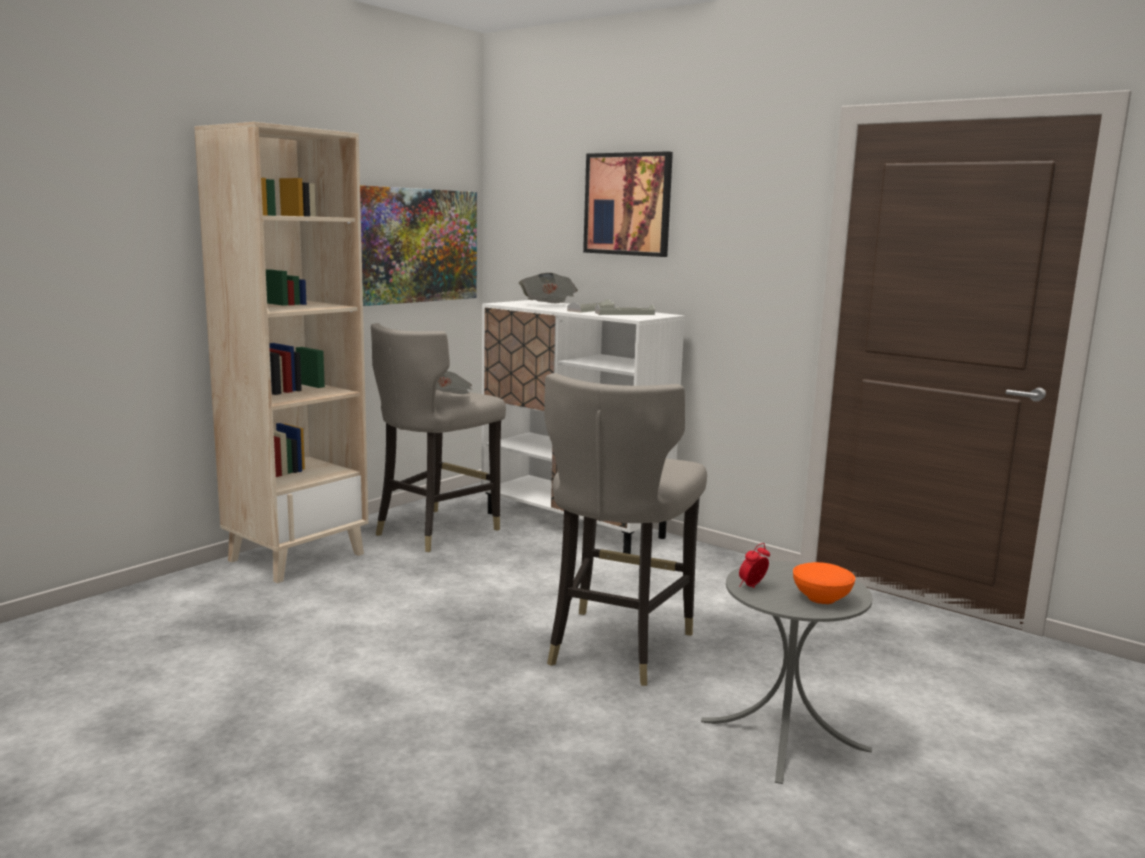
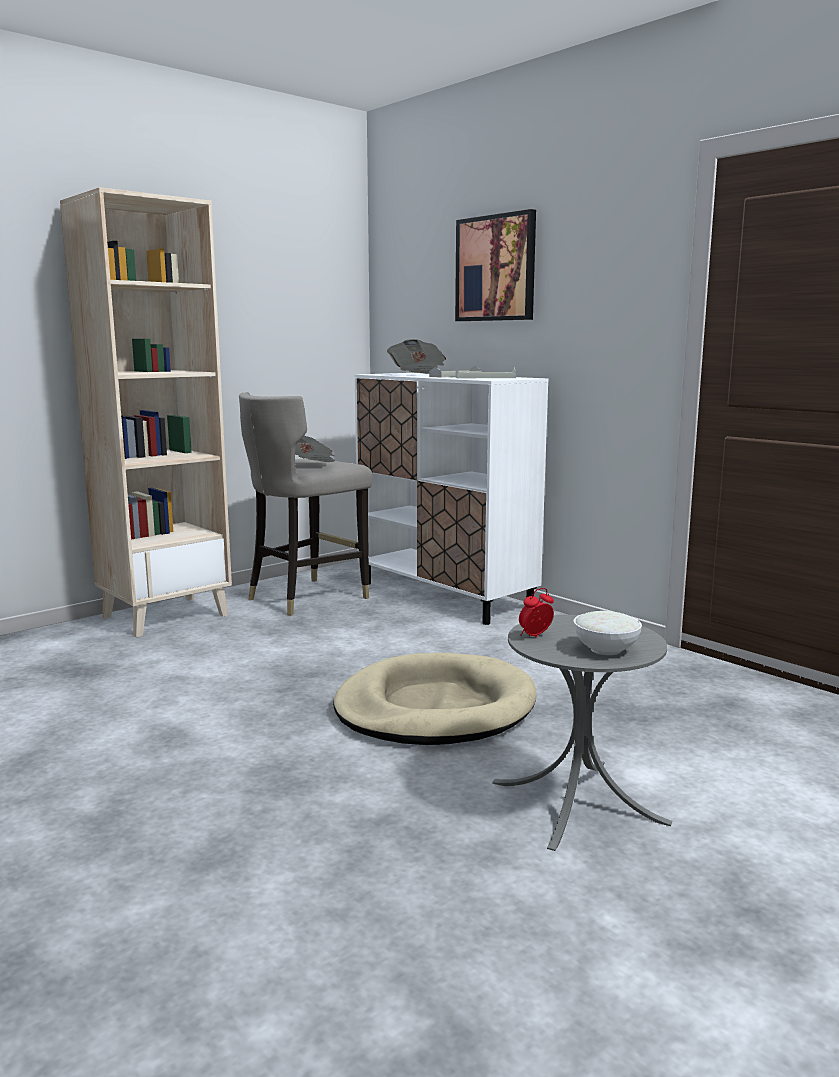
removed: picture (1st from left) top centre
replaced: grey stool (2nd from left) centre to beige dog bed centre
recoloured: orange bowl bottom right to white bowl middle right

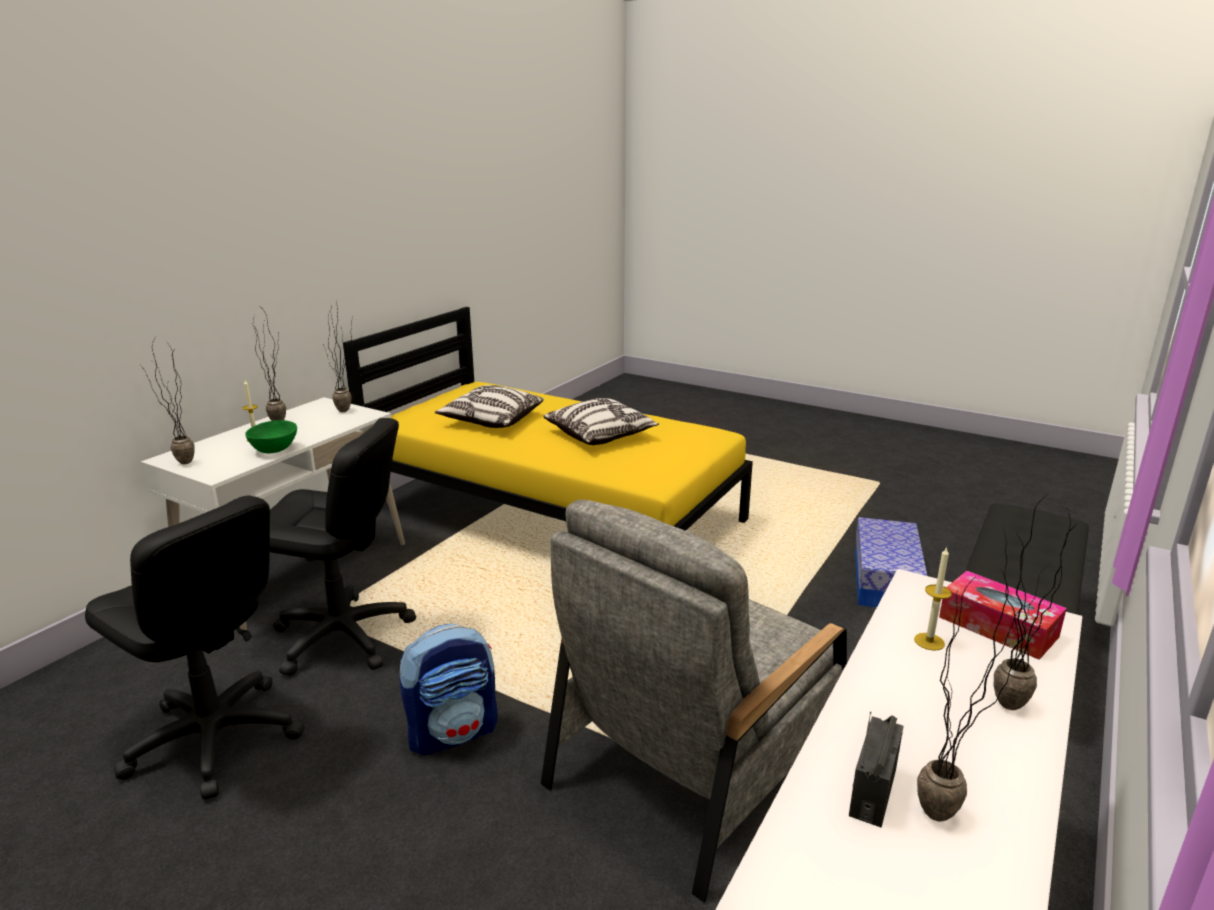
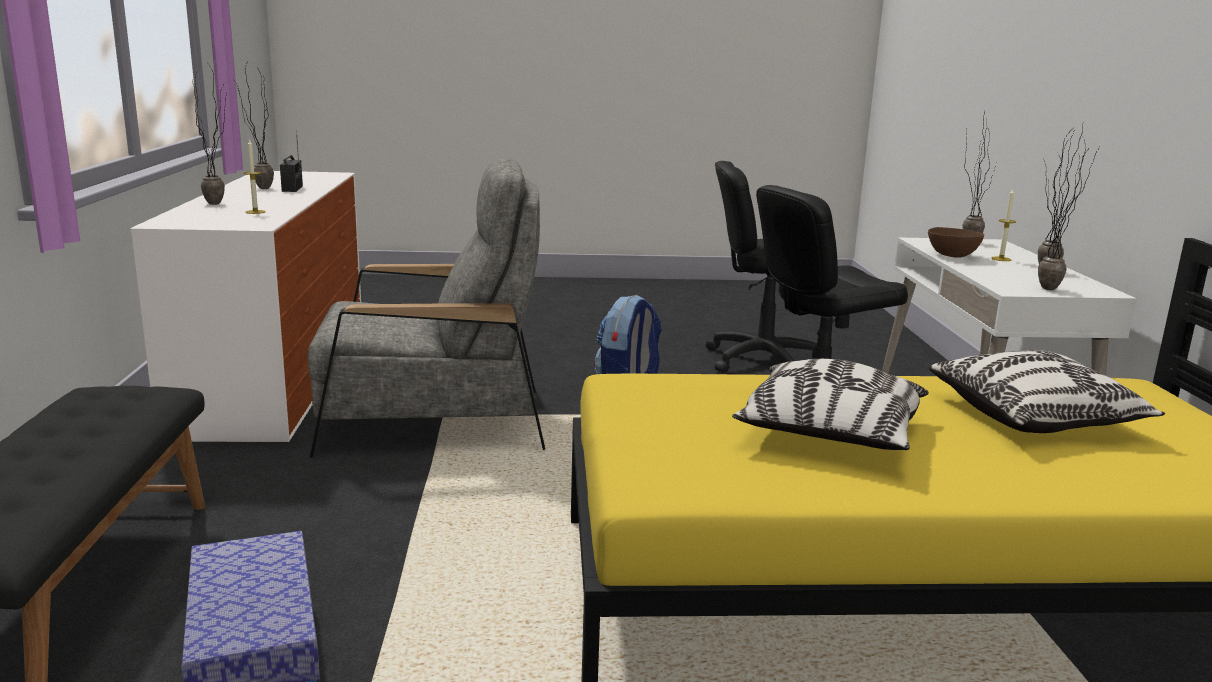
removed: tissue box bottom right
recoloured: green bowl middle left to brown bowl middle right
turned: grey armchair bottom centre = centre 75 degrees clockwise

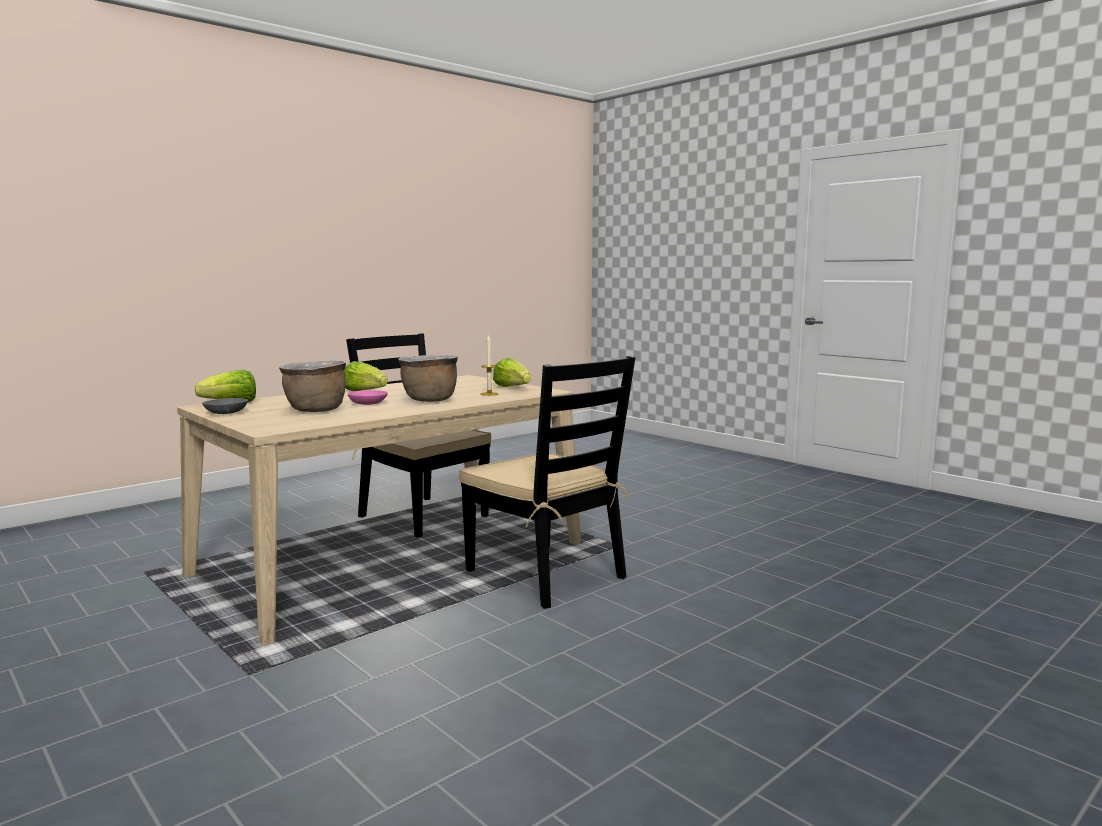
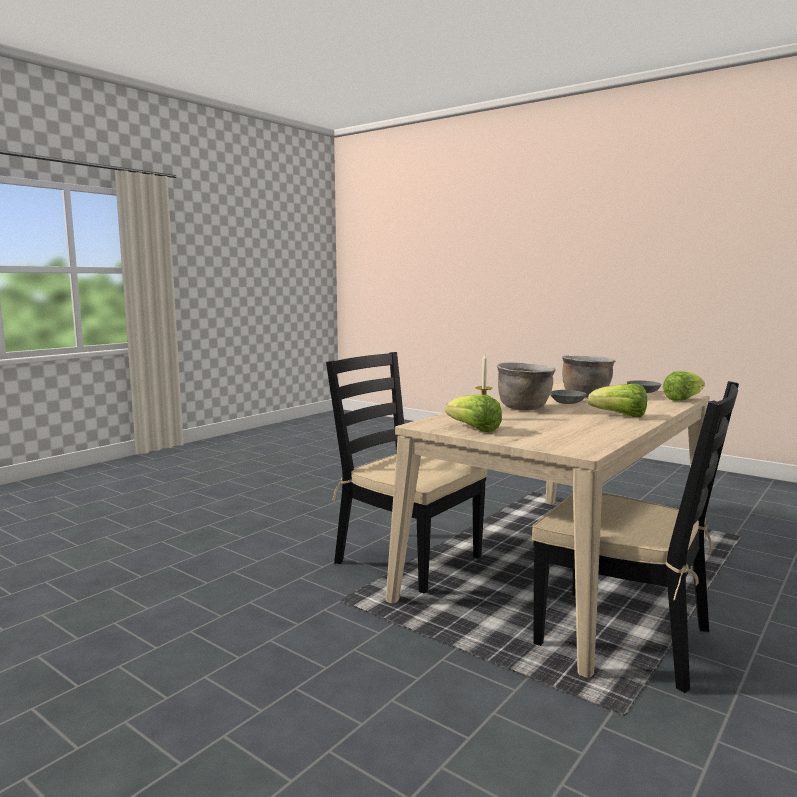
recoloured: pink bowl middle left to grey bowl (1st from left) middle right

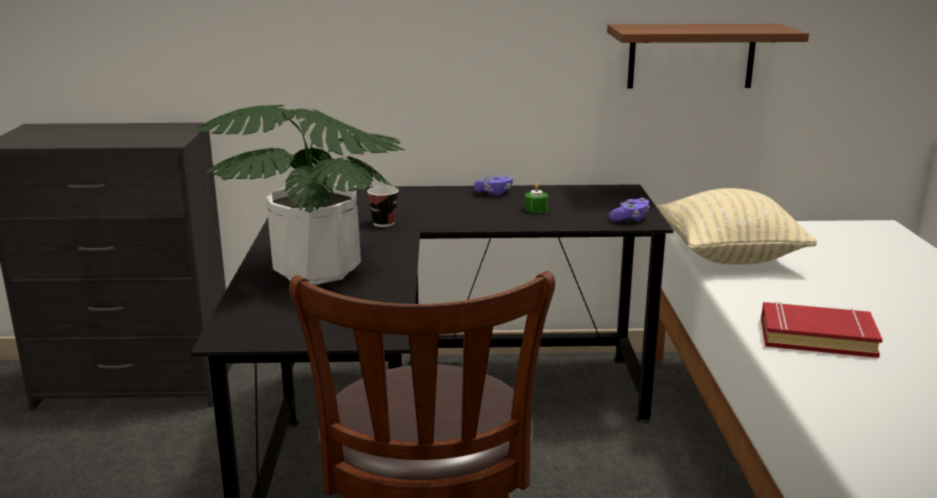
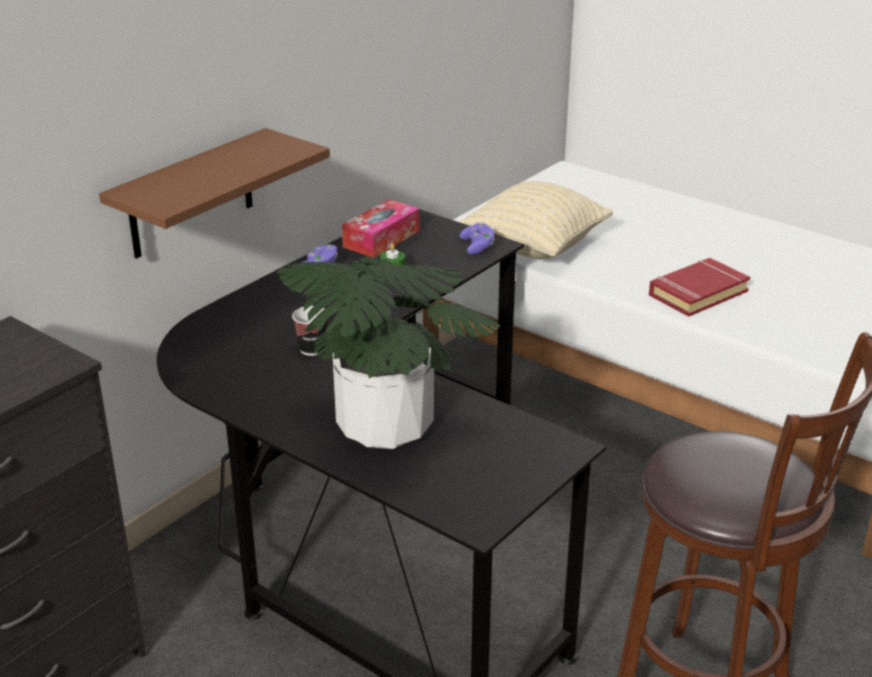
added: tissue box centre
moved: brown shelf top right to top left

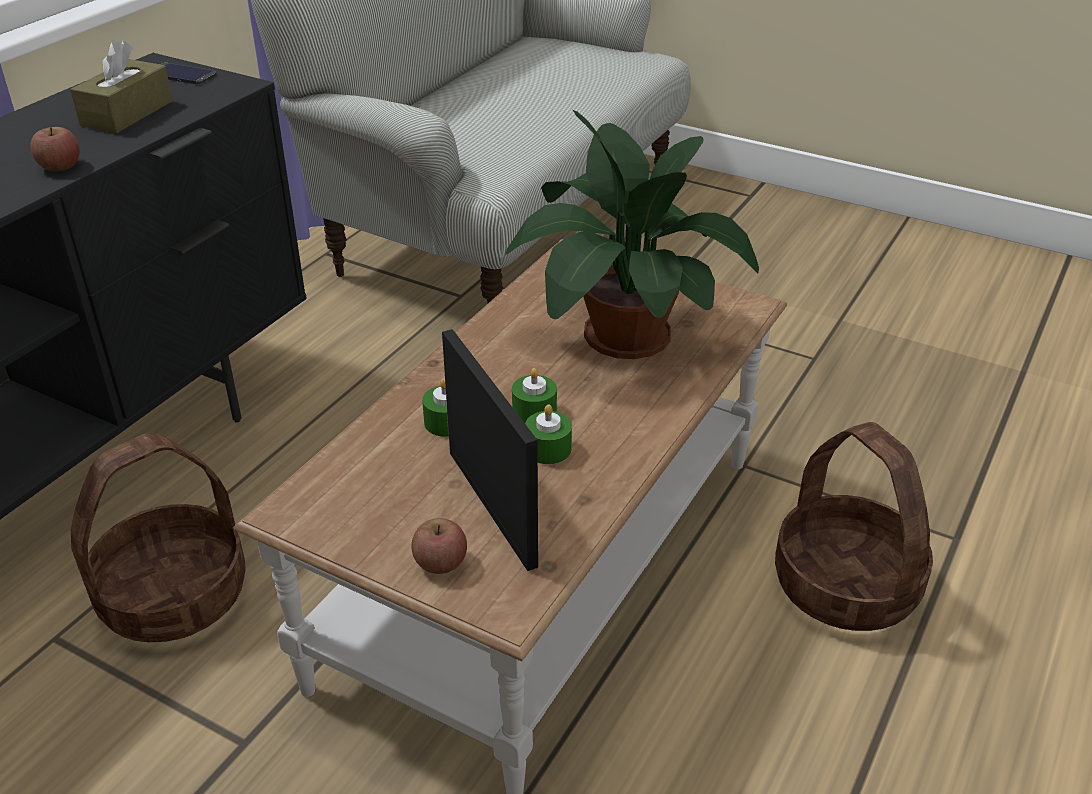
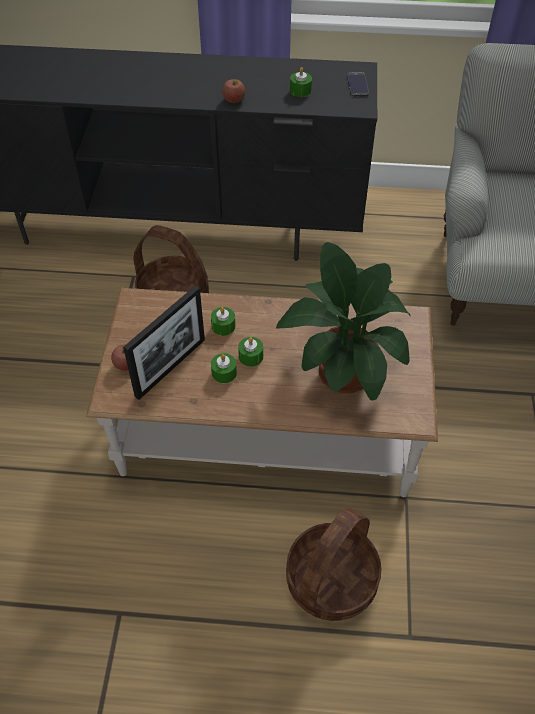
replaced: brown tissue box top left to green candle (4th from left) top centre

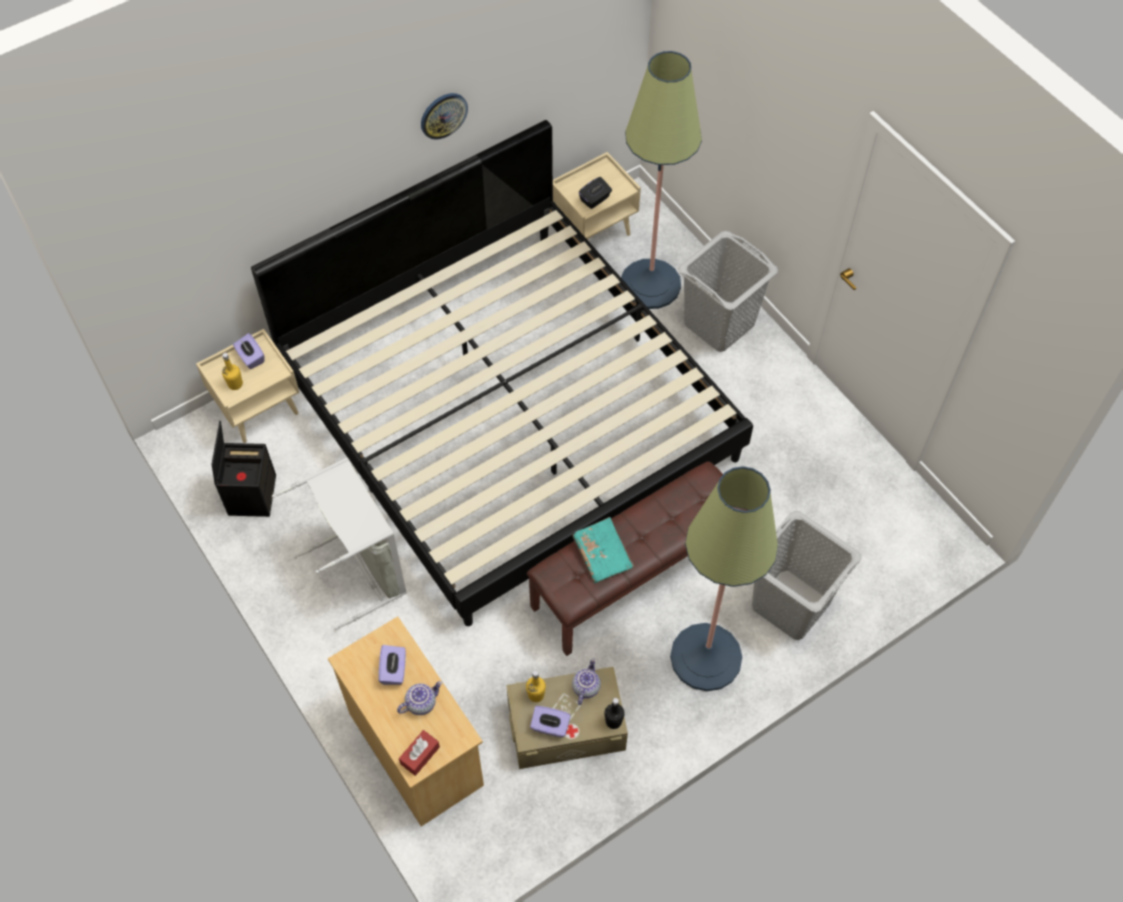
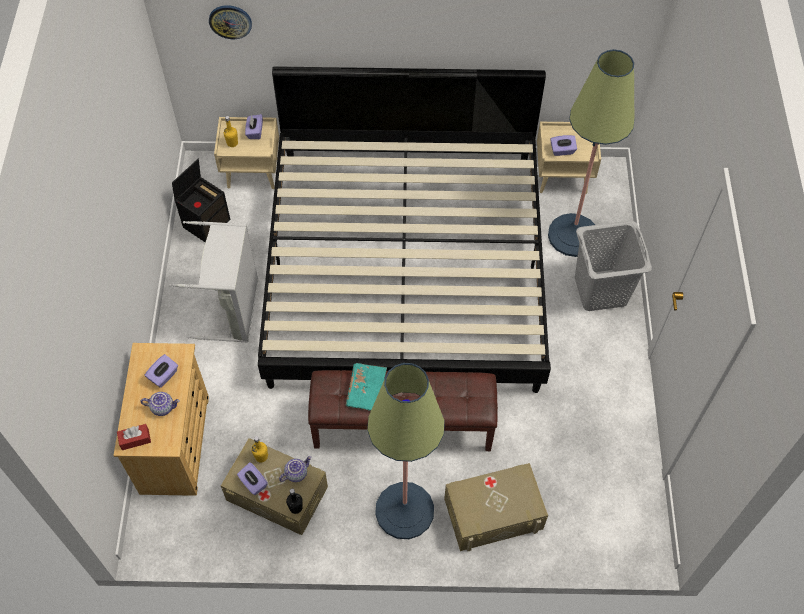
moved: wall clock top centre to top left
replaced: grey laundry basket (3rd from left) middle right to beige storage box (2nd from left) bottom centre
recoloured: black tissue box top centre to purple tissue box (4th from left) top right

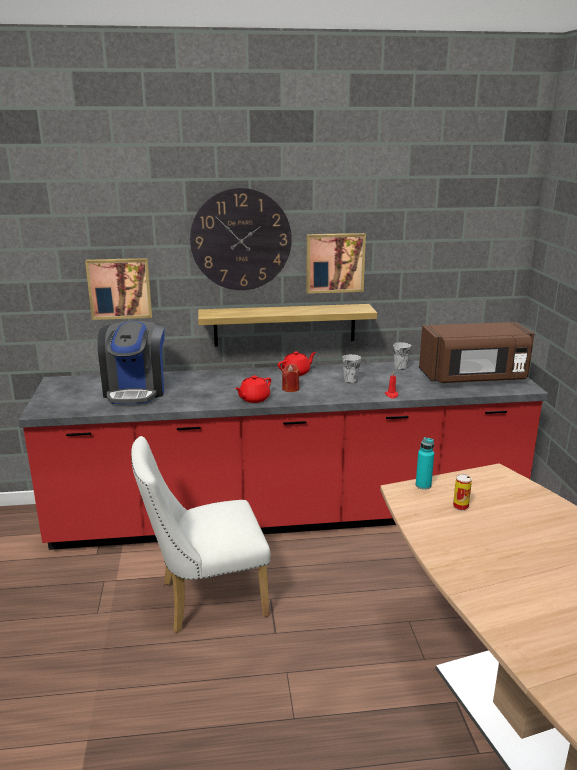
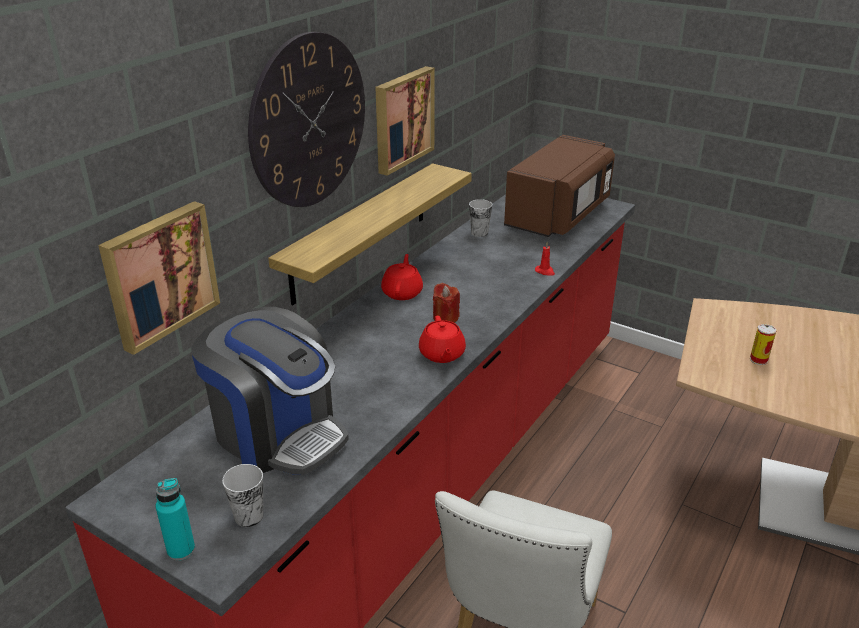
moved: cup (1st from left) centre to bottom left; turquoise bottle middle right to bottom left

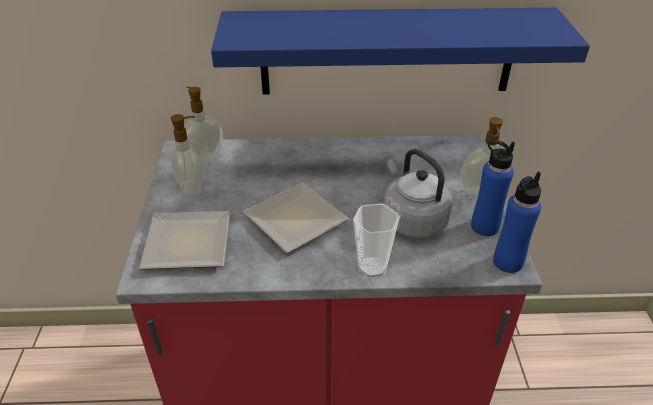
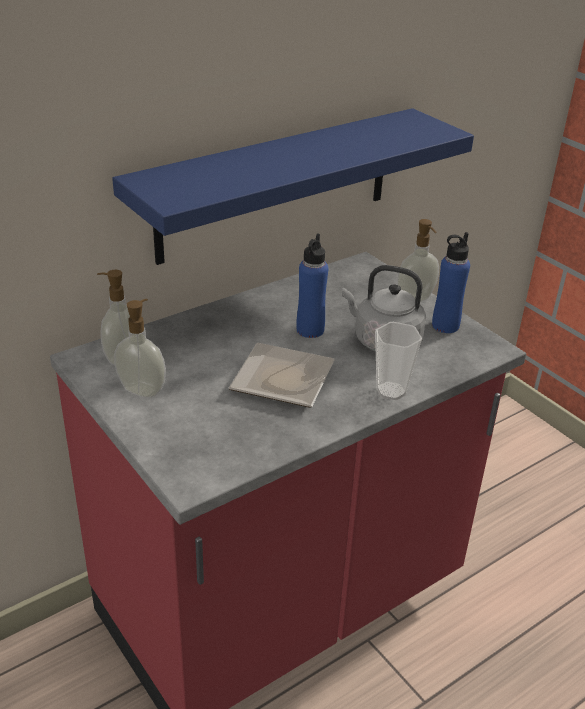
removed: plate (1st from left) middle left
moved: blue bottle (2nd from left in the first image) middle right to blue bottle (1st from left) centre

